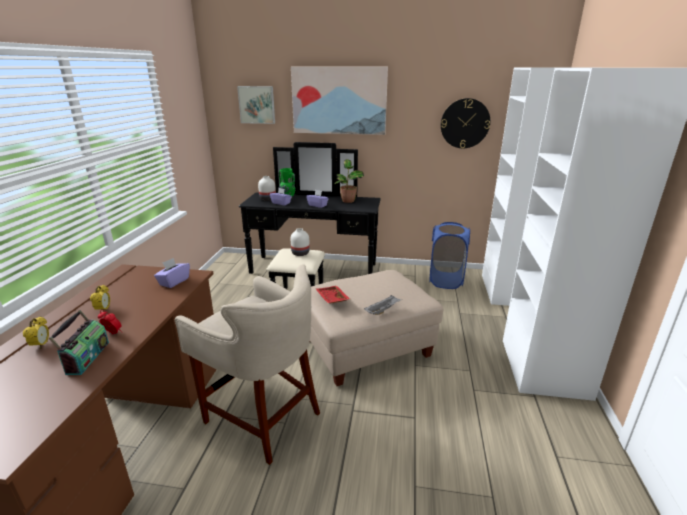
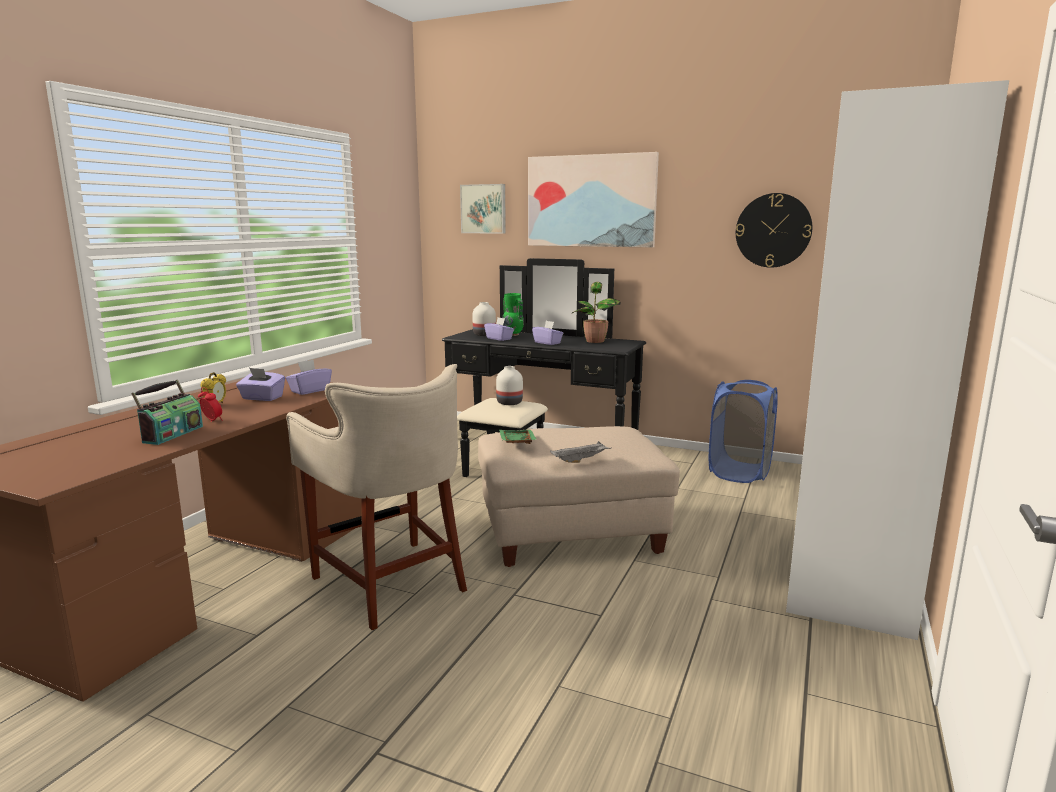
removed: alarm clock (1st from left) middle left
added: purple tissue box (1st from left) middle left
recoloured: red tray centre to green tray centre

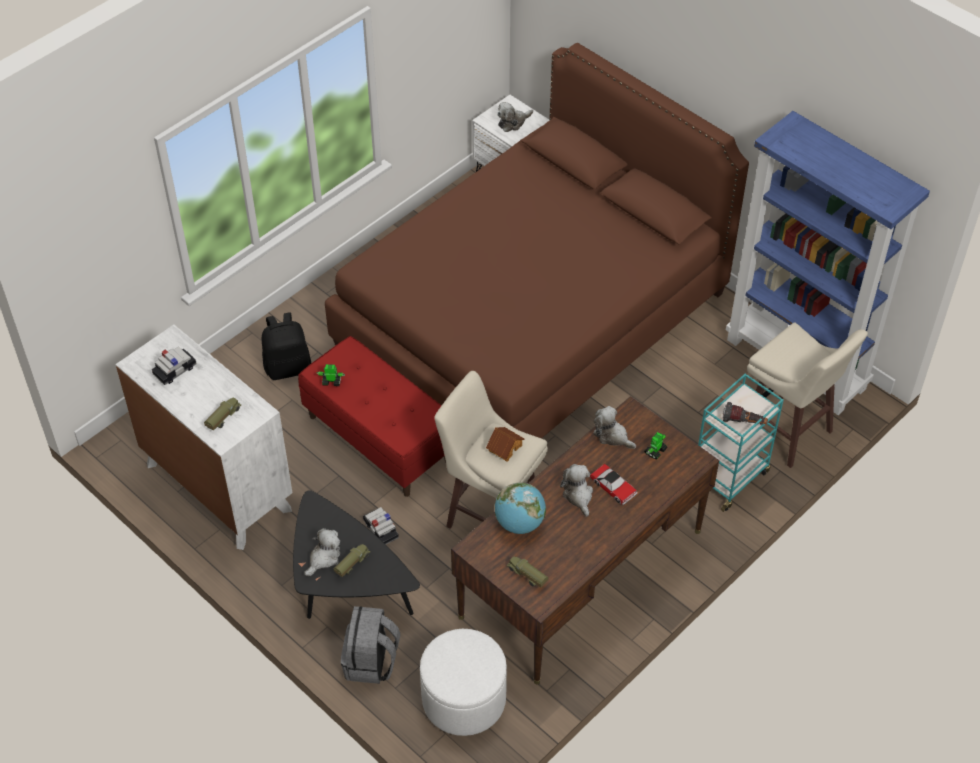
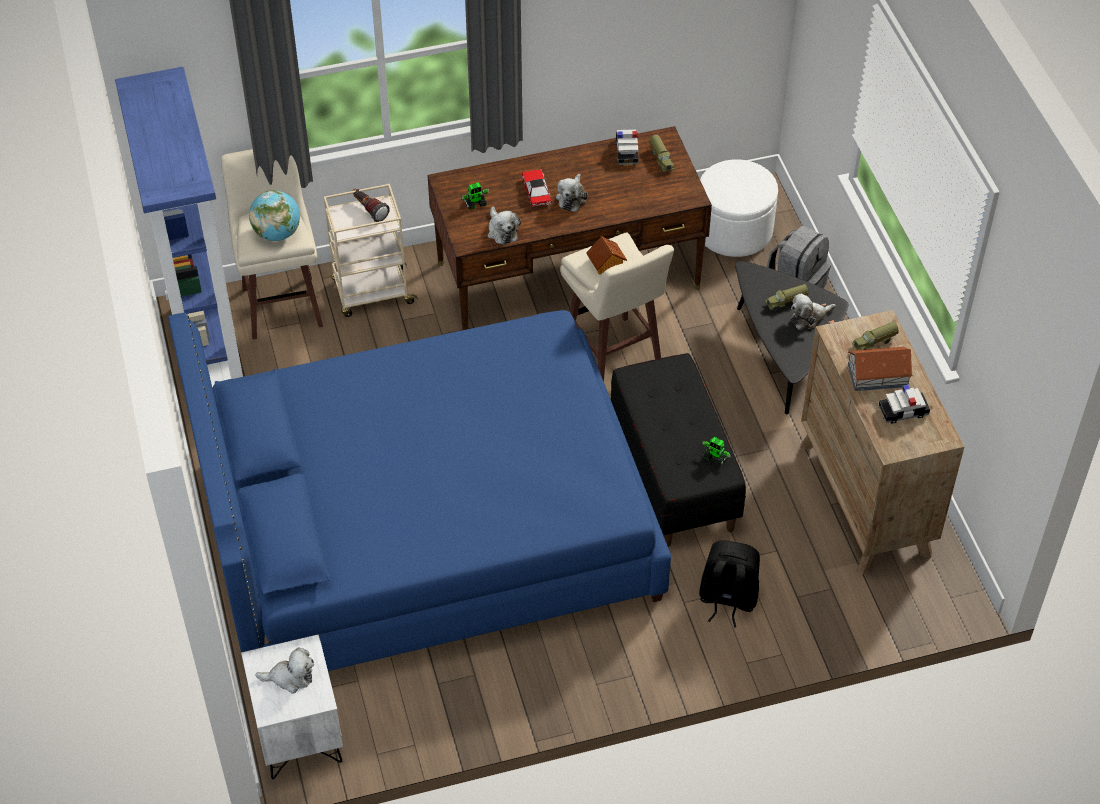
added: toy house (2nd from left) middle right
moved: globe centre to top left; toy car (2nd from left) bottom centre to top centre
recoloured: brown bed top centre to blue bed centre; white dresser middle left to brown dresser middle right; red bench centre to black bench centre; turquoise cart middle right to beige cart top centre

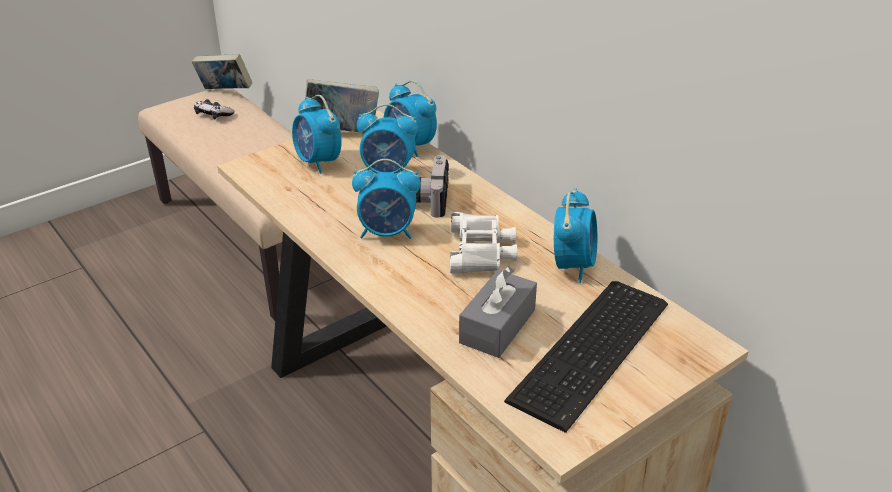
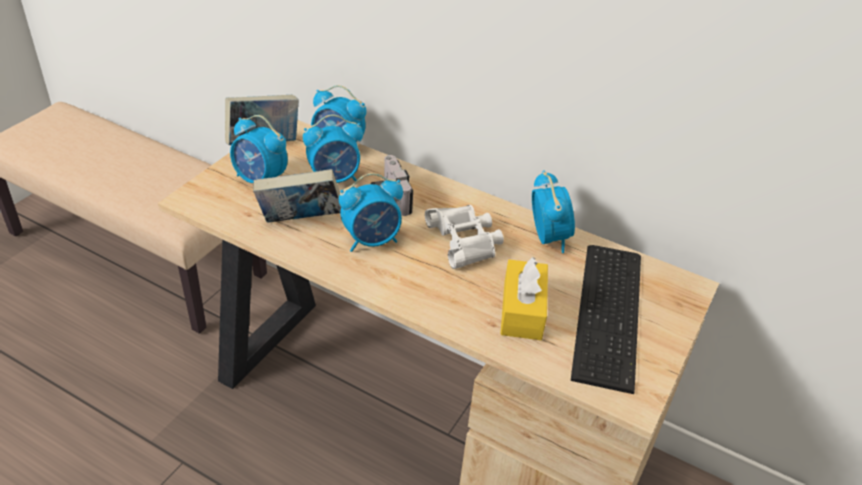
removed: game controller top left
moved: book (1st from left in the first image) top left to book (2nd from left) centre
recoloured: grey tissue box centre to yellow tissue box centre

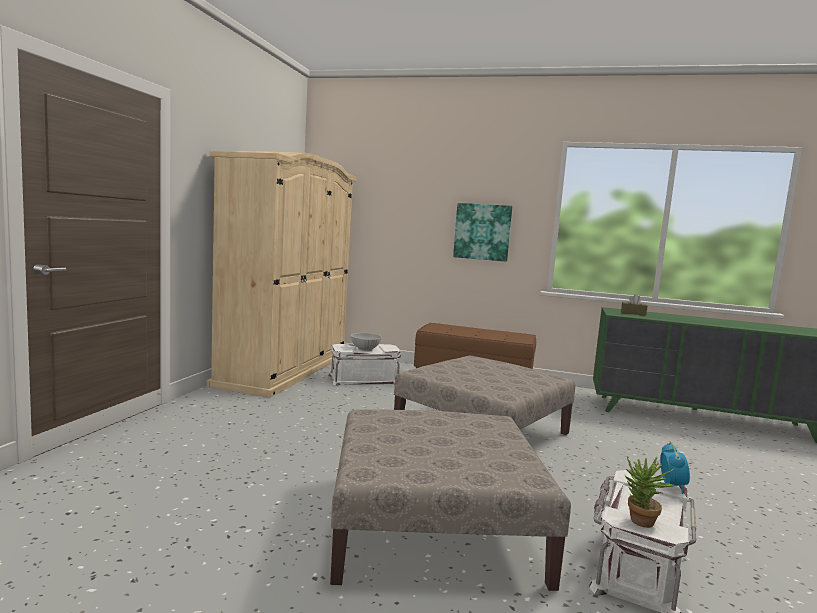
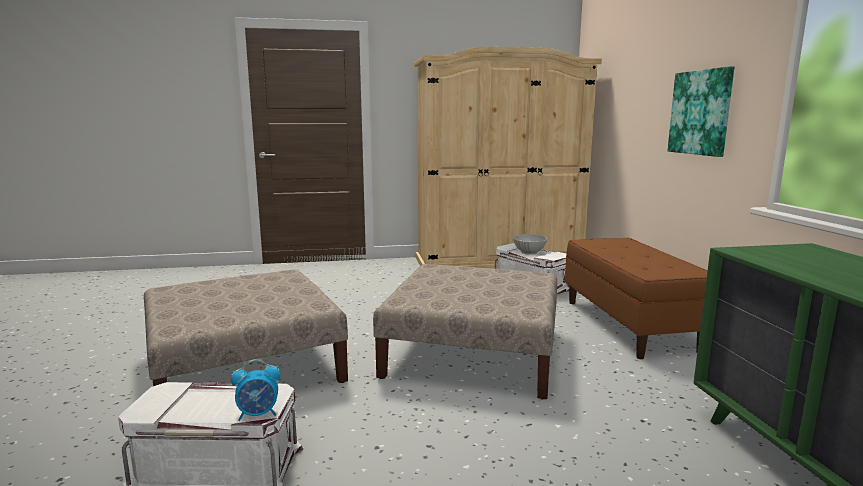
removed: brown tissue box middle right; potted plant bottom right

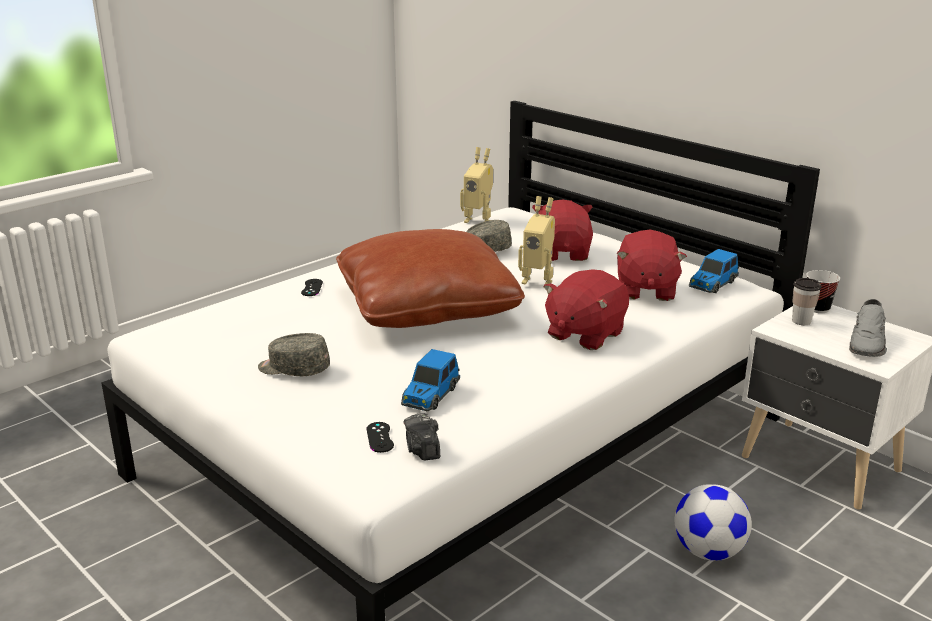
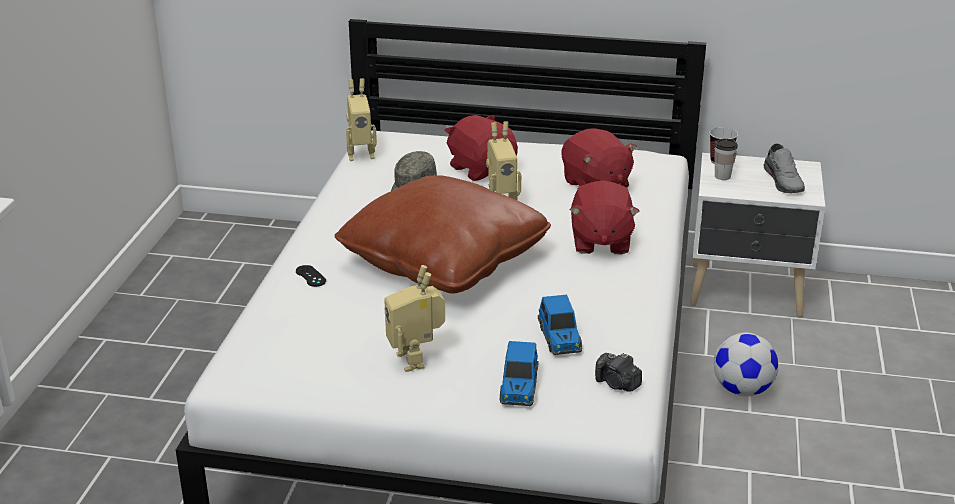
removed: black game controller (2nd from left) bottom centre
moved: toy car (2nd from left in the first image) middle right to toy car (1st from left) bottom centre
replaced: grey cap (1st from left) middle left to toy robot (2nd from left) centre

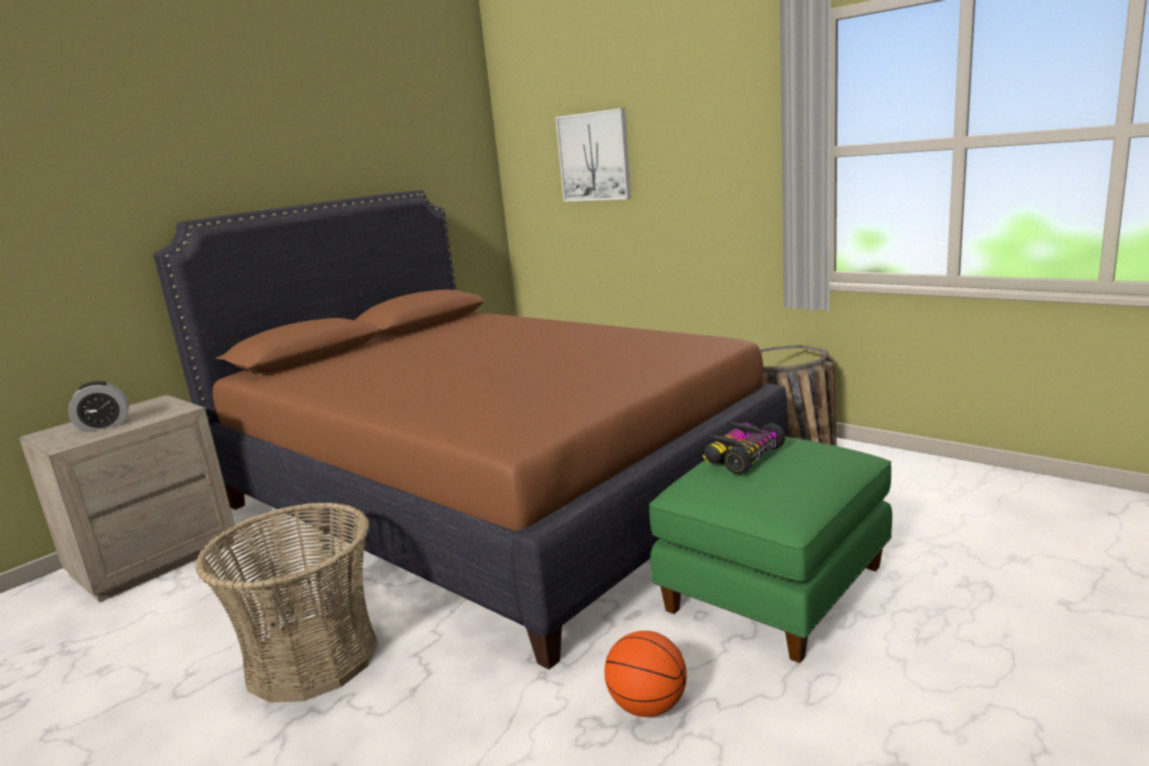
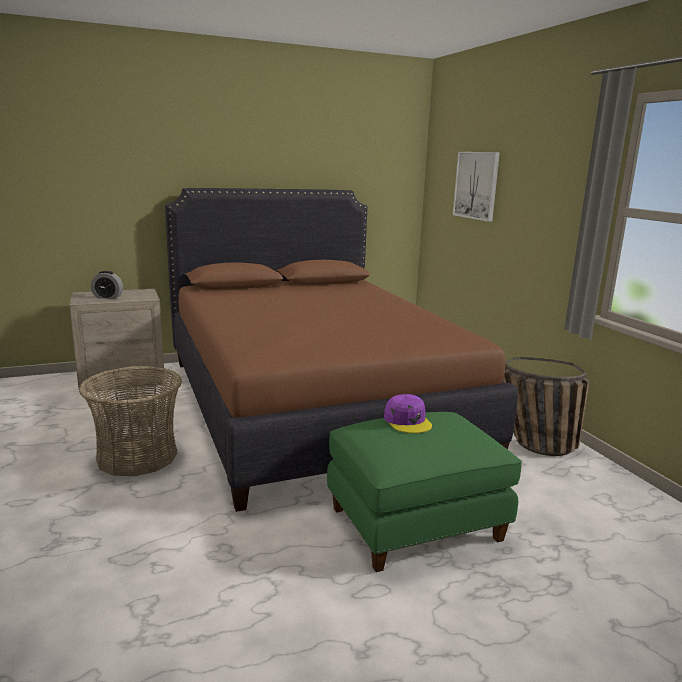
removed: basketball bottom centre
replaced: toy car centre to purple cap centre

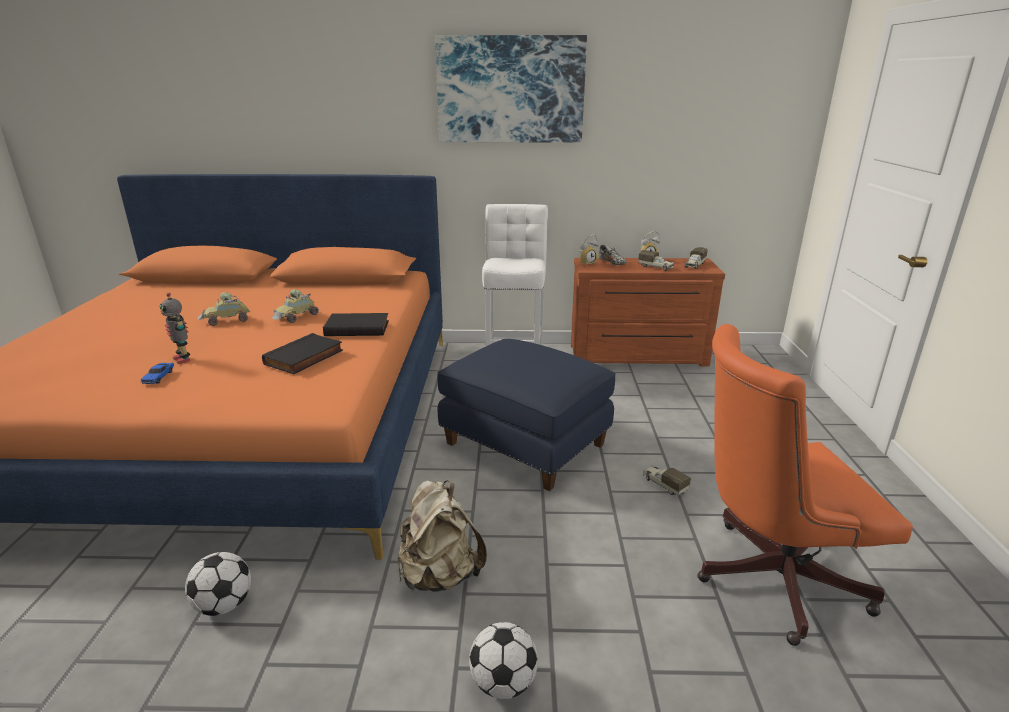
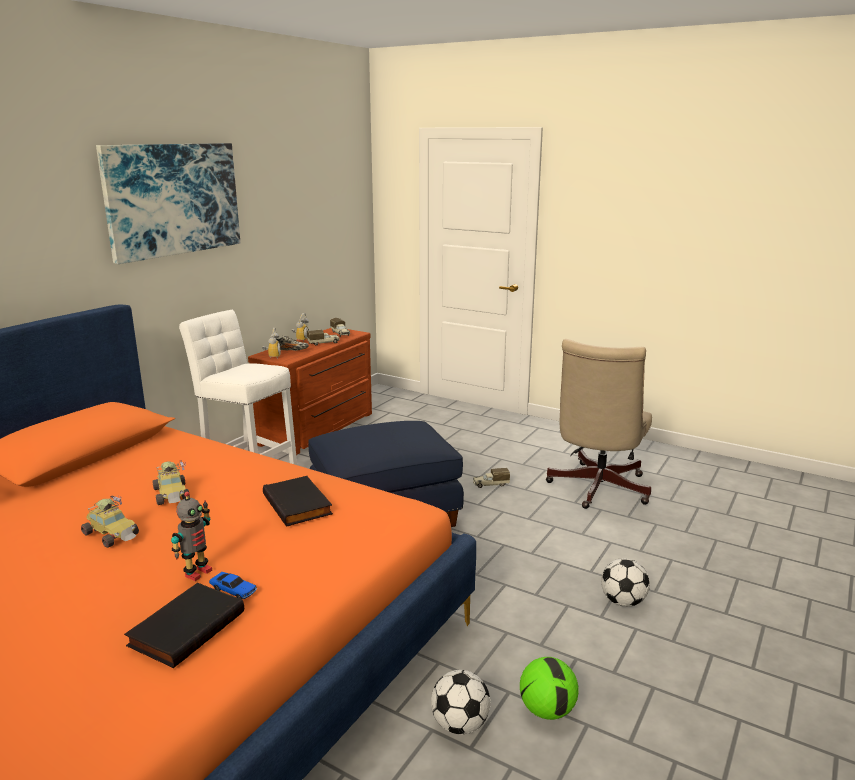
removed: beige backpack bottom centre
added: football (2nd from left) bottom centre
moved: black book (2nd from left in the first image) centre to black book (1st from left) bottom left
recoloured: orange office chair bottom right to beige office chair middle right
turned: toy car (2nd from left in the first image) middle left = bottom left 60 degrees counterclockwise; toy robot middle left = bottom left 45 degrees counterclockwise

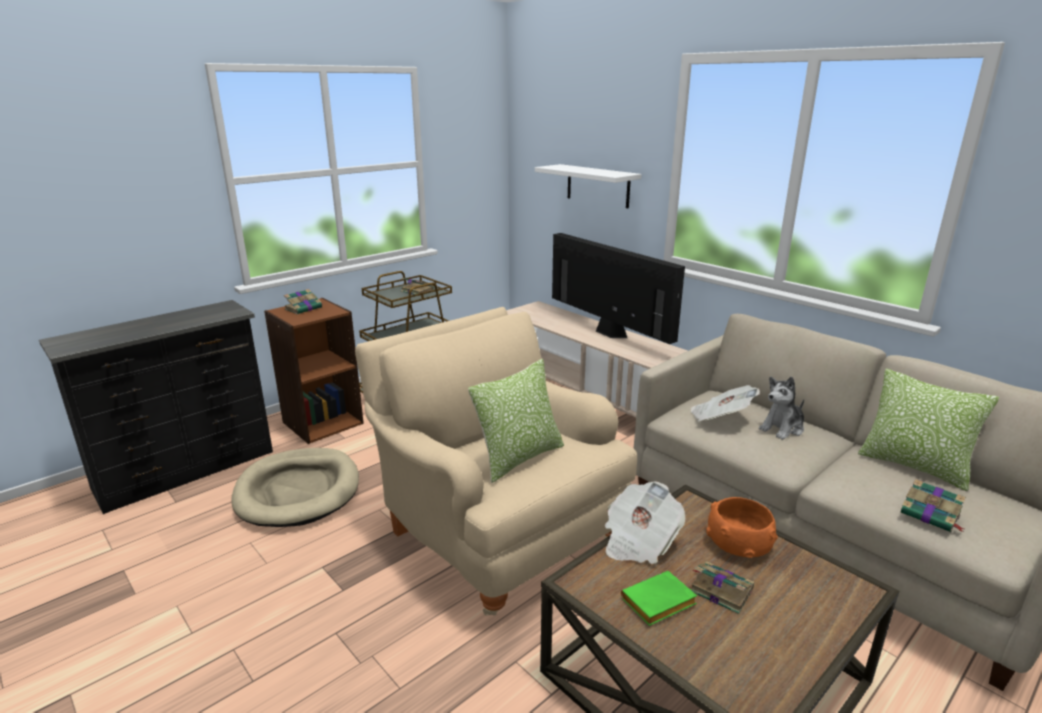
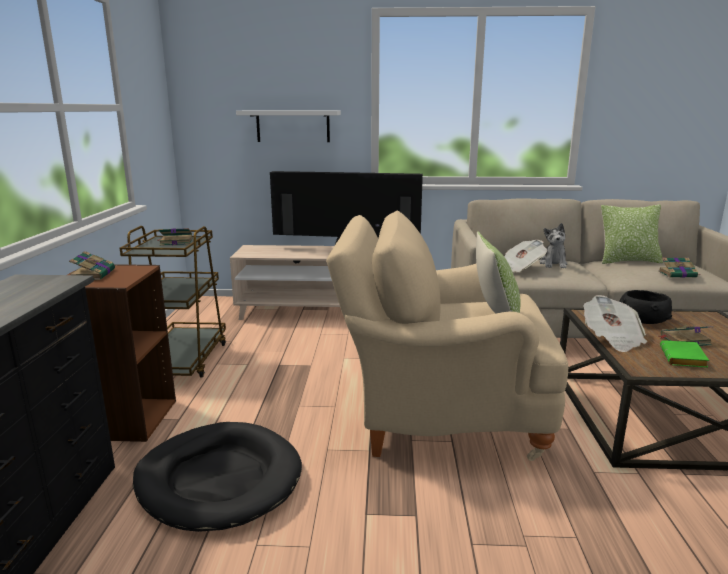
recoloured: beige dog bed bottom left to black dog bed bottom left; orange bowl bottom right to black bowl middle right

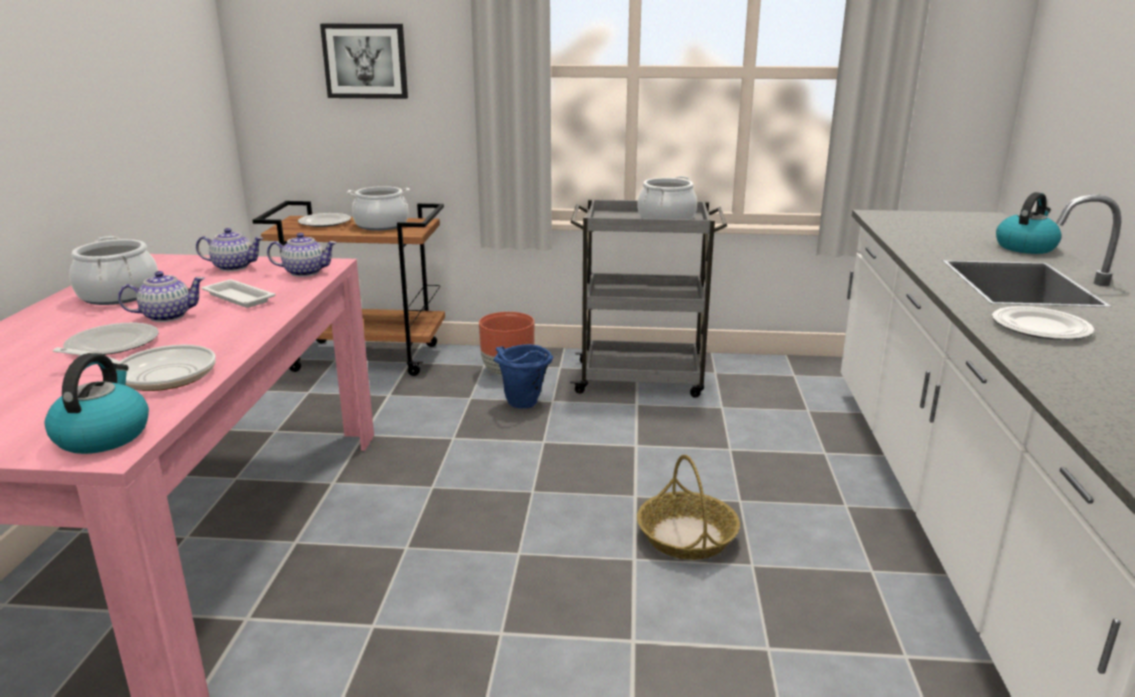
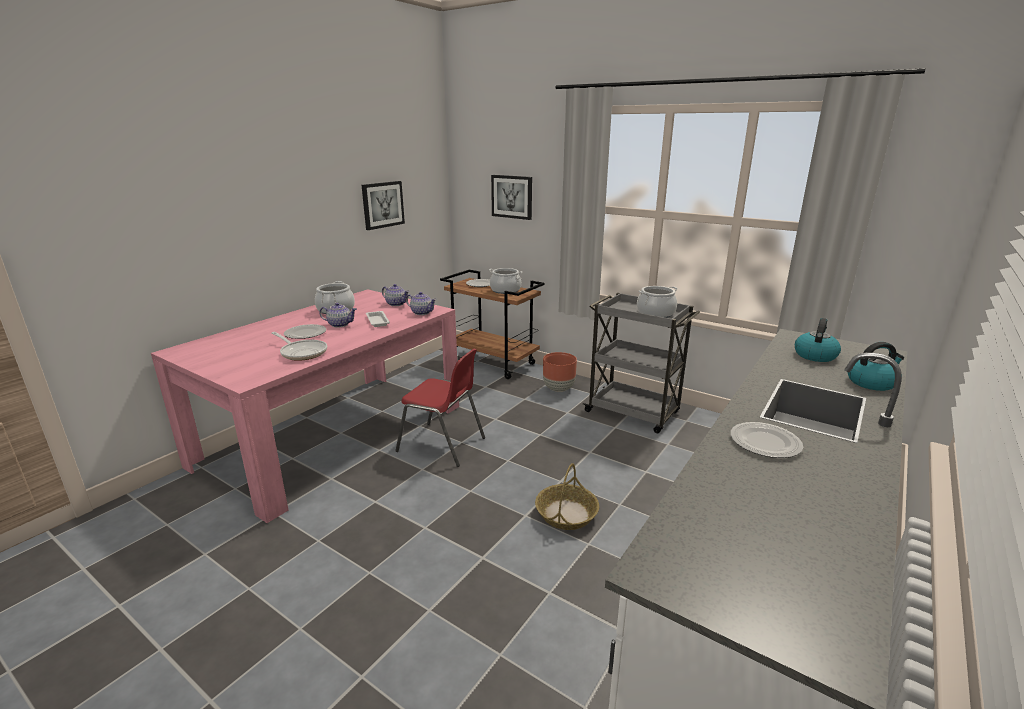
removed: blue bucket centre
added: picture (1st from left) top centre; red chair centre
moved: kettle (1st from left) middle left to middle right

